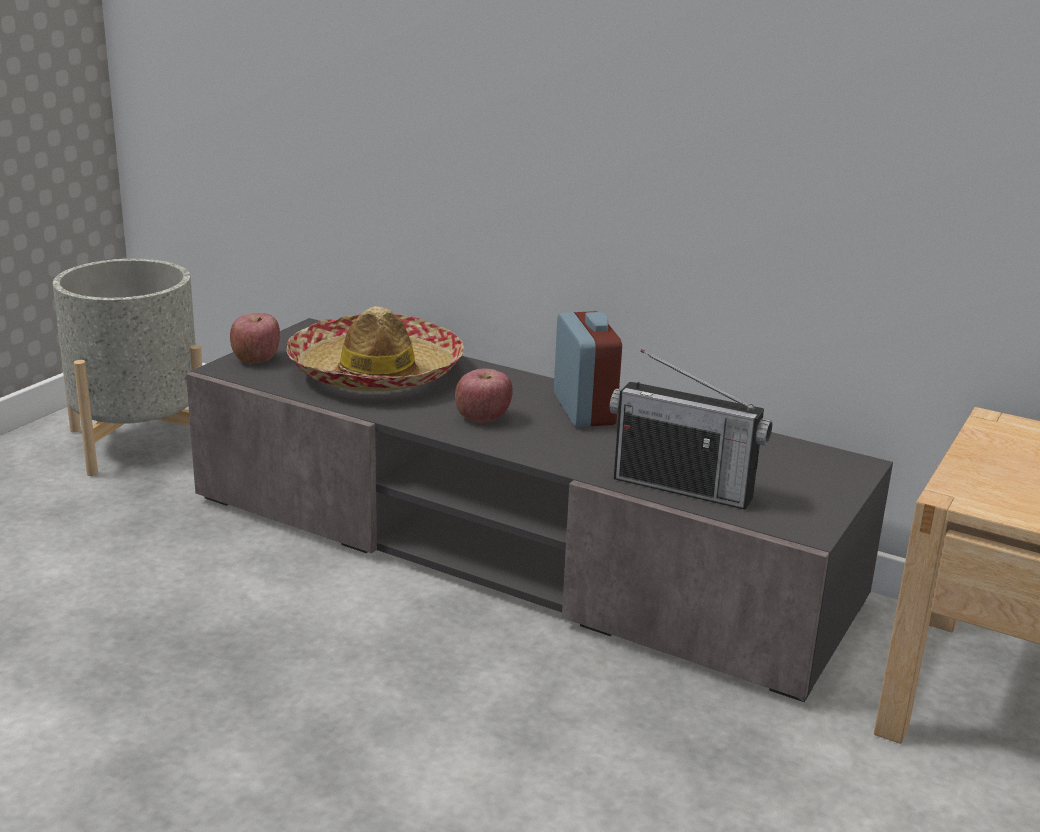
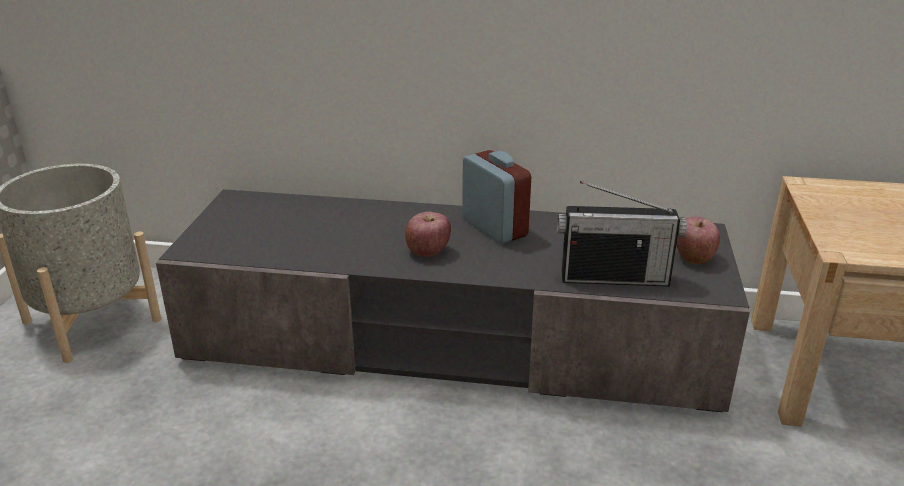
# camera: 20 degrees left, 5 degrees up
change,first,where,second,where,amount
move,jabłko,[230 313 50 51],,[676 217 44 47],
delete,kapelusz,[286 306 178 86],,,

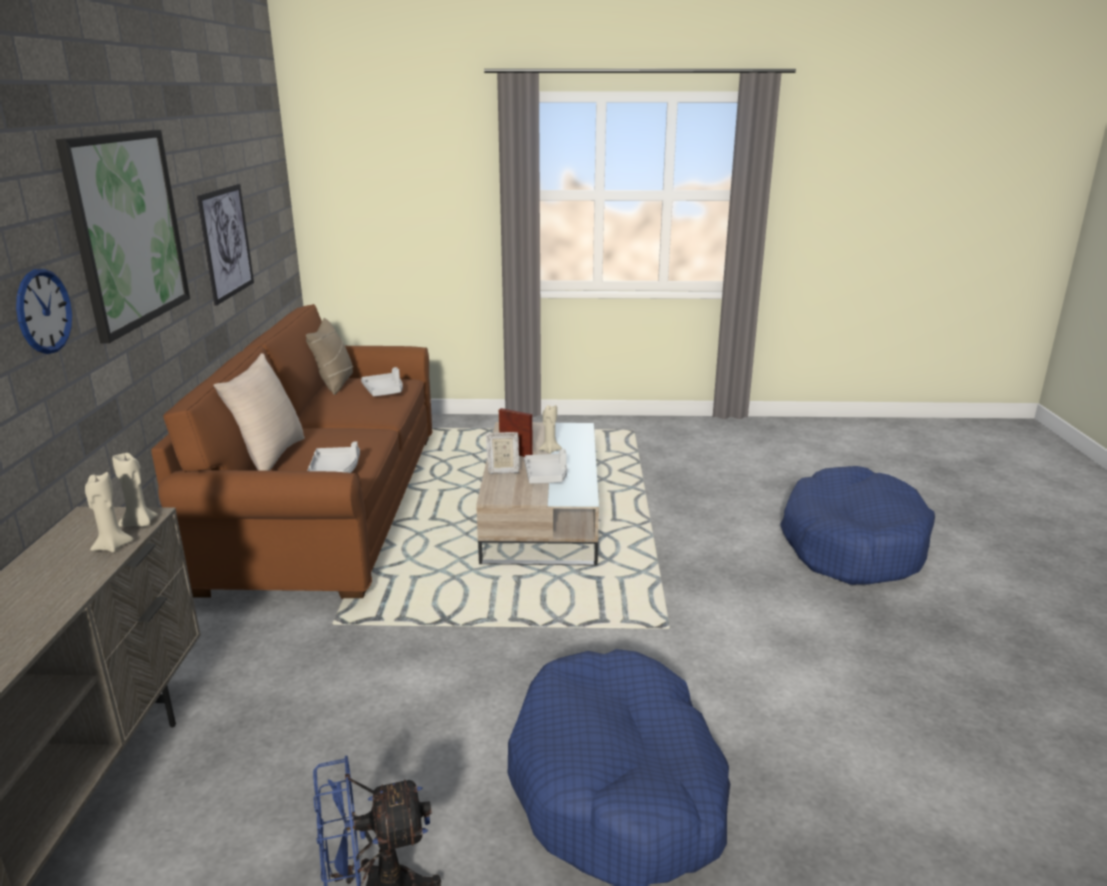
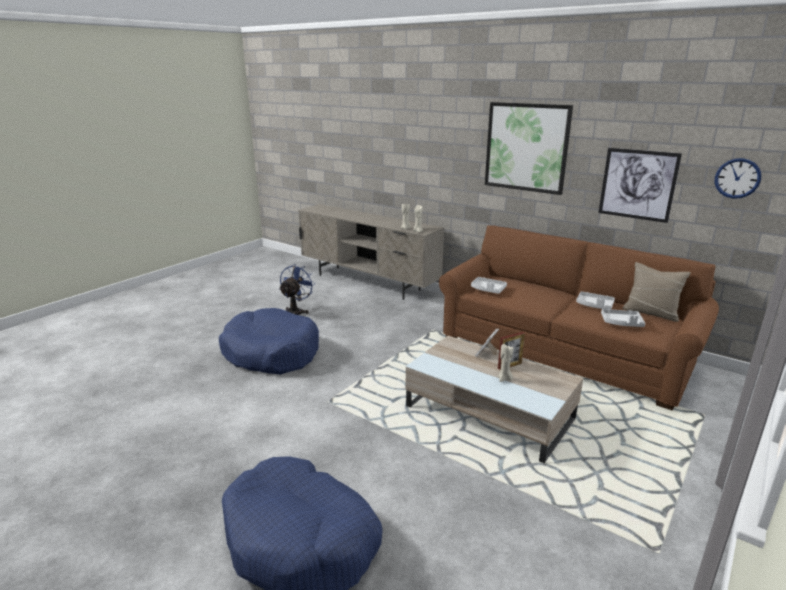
# camera: 125 degrees right, 0 degrees up
change,first,where,second,where,amount
move,taca/szary,[524 449 43 35],,[576 291 39 18],
move,zegar ścienny,[16 269 56 85],,[714 158 48 40],
delete,poduszka/beżowy,[213 353 92 118],,,

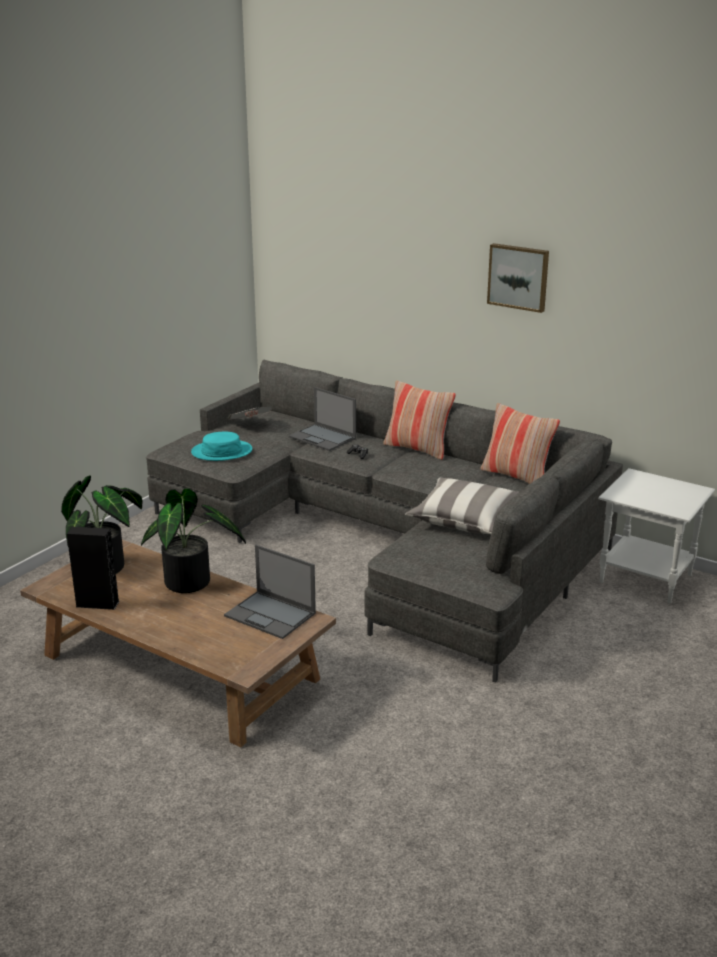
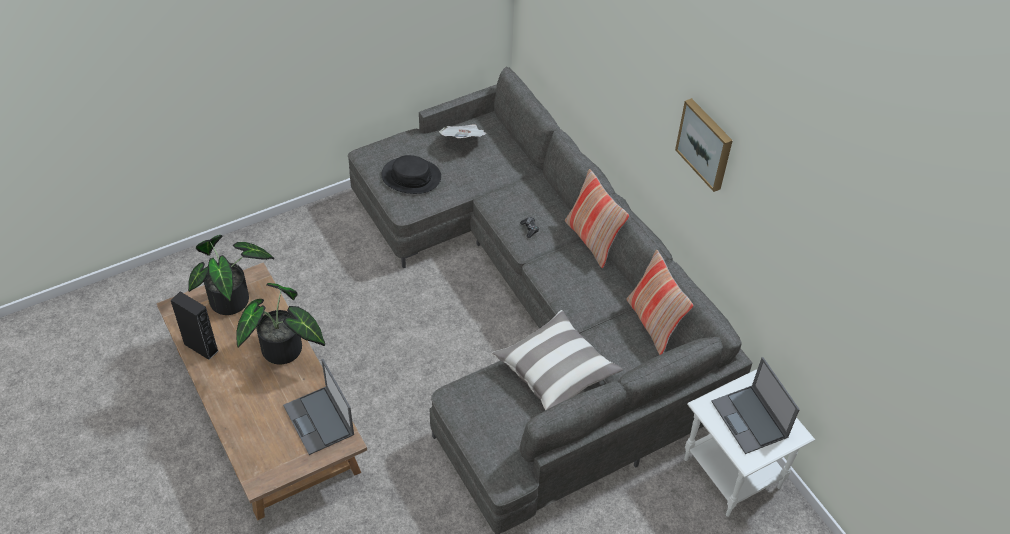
# camera: 25 degrees right, 25 degrees up
change,first,where,second,where,amount
recolor,kapelusz/turkusowy,[191 432 61 29],kapelusz/czarny,[381 155 60 39],
move,laptop,[289 387 67 64],,[711 357 89 97],

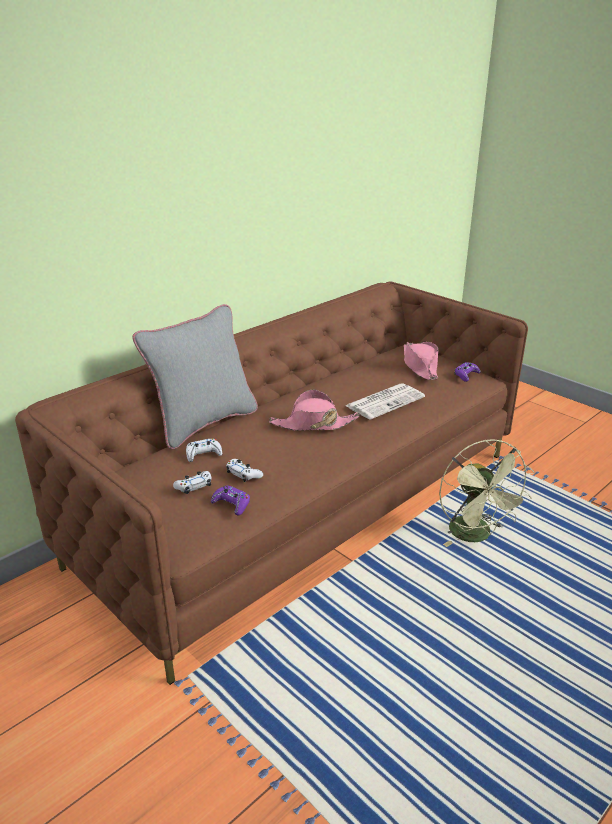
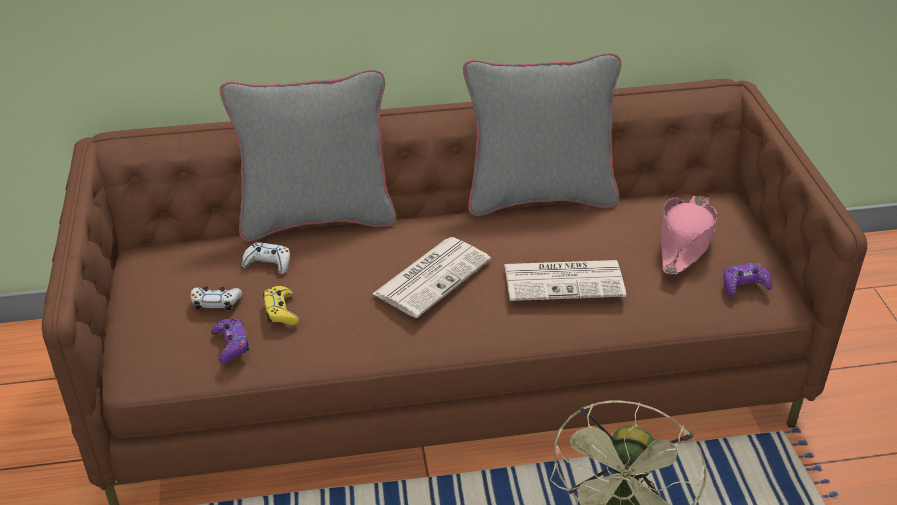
# camera: 35 degrees right, 10 degrees up
change,first,where,second,where,amount
recolor,pad do gier/biały,[226 459 37 23],pad do gier/żółty,[263 286 36 39],
replace,kapelusz/różowy,[269 390 90 41],gazeta,[372 237 119 81],
insert,,,poduszka/szary,[463 53 158 163],

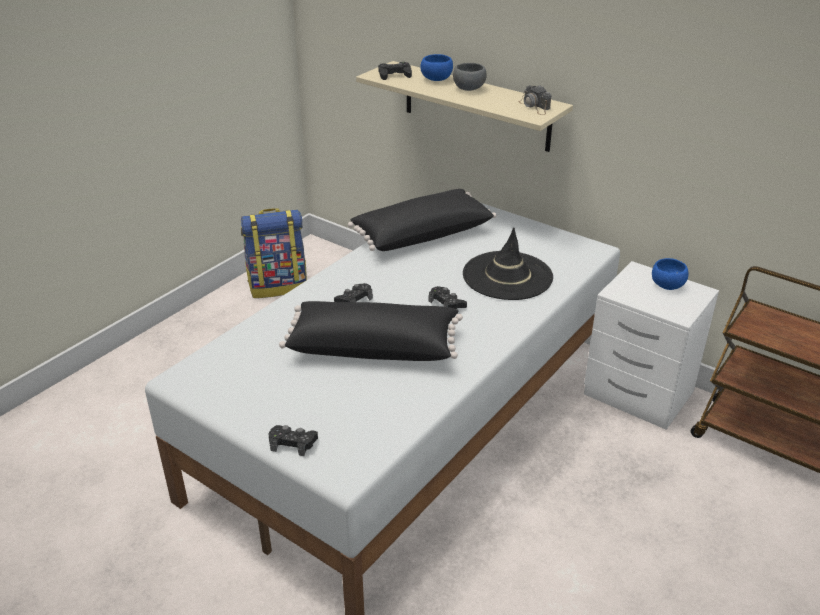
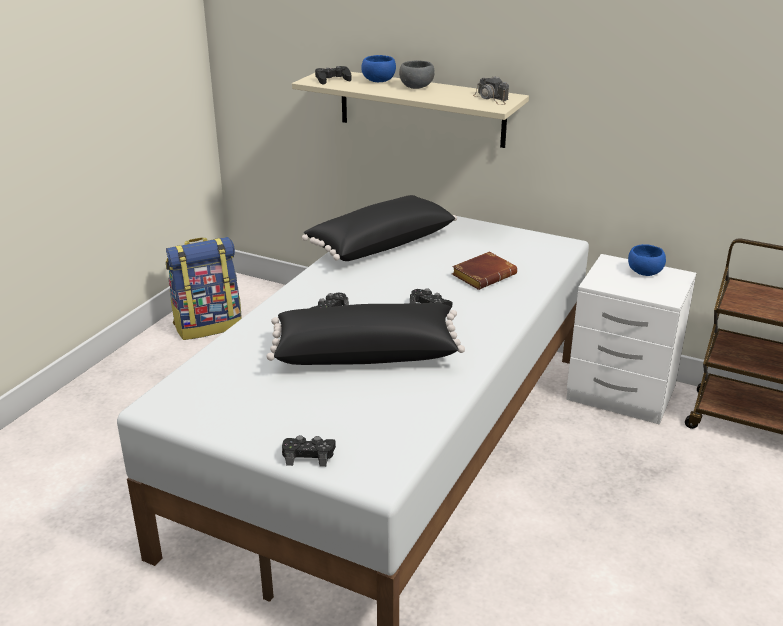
# camera: 10 degrees left, 5 degrees down
change,first,where,second,where,amount
replace,kapelusz/czarny,[463 227 90 73],książka/brązowy,[452 252 65 38],

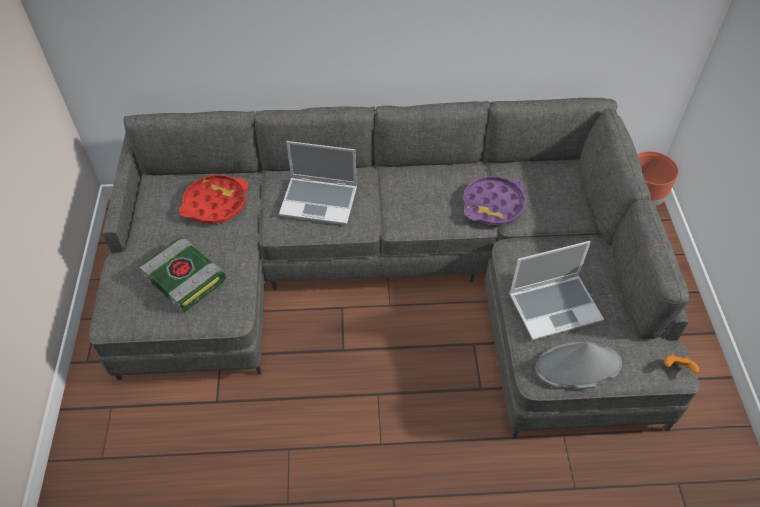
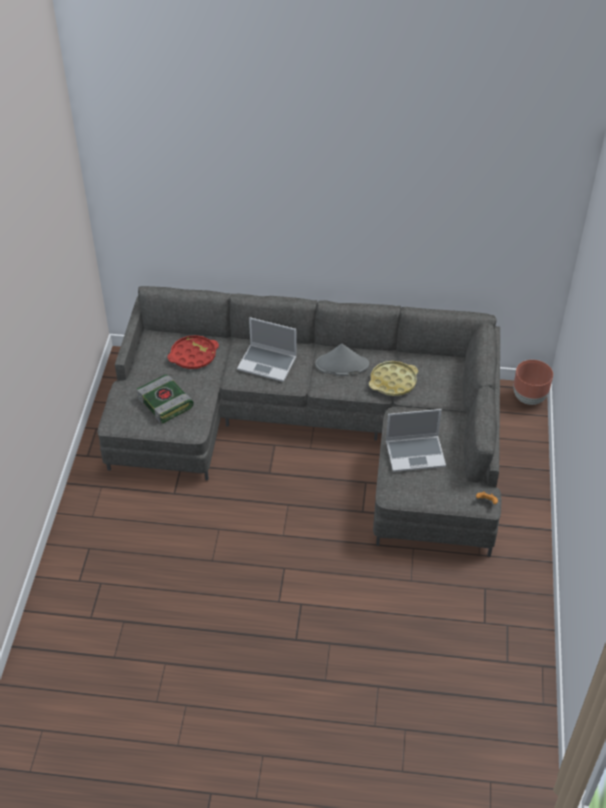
# camera: 10 degrees right, 5 degrees down
change,first,where,second,where,amount
move,kapelusz/szary,[535 342 87 48],,[315 344 54 32],
recolor,taca/fioletowy,[463 176 63 49],taca/żółty,[369 361 49 35],

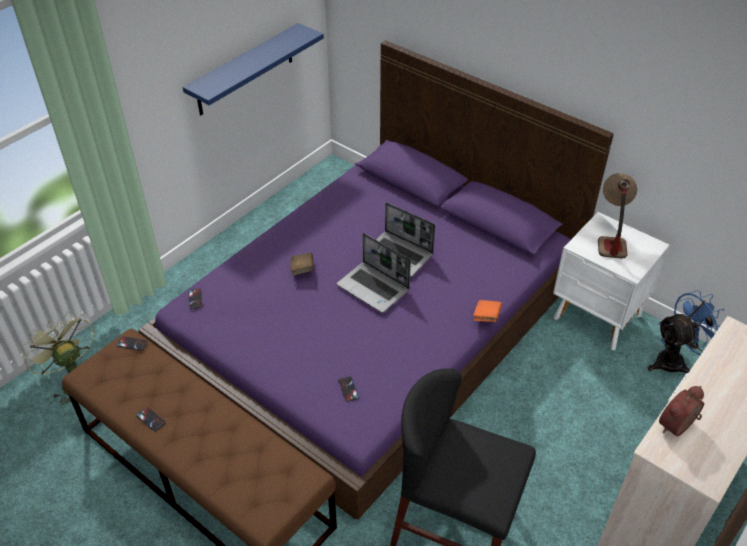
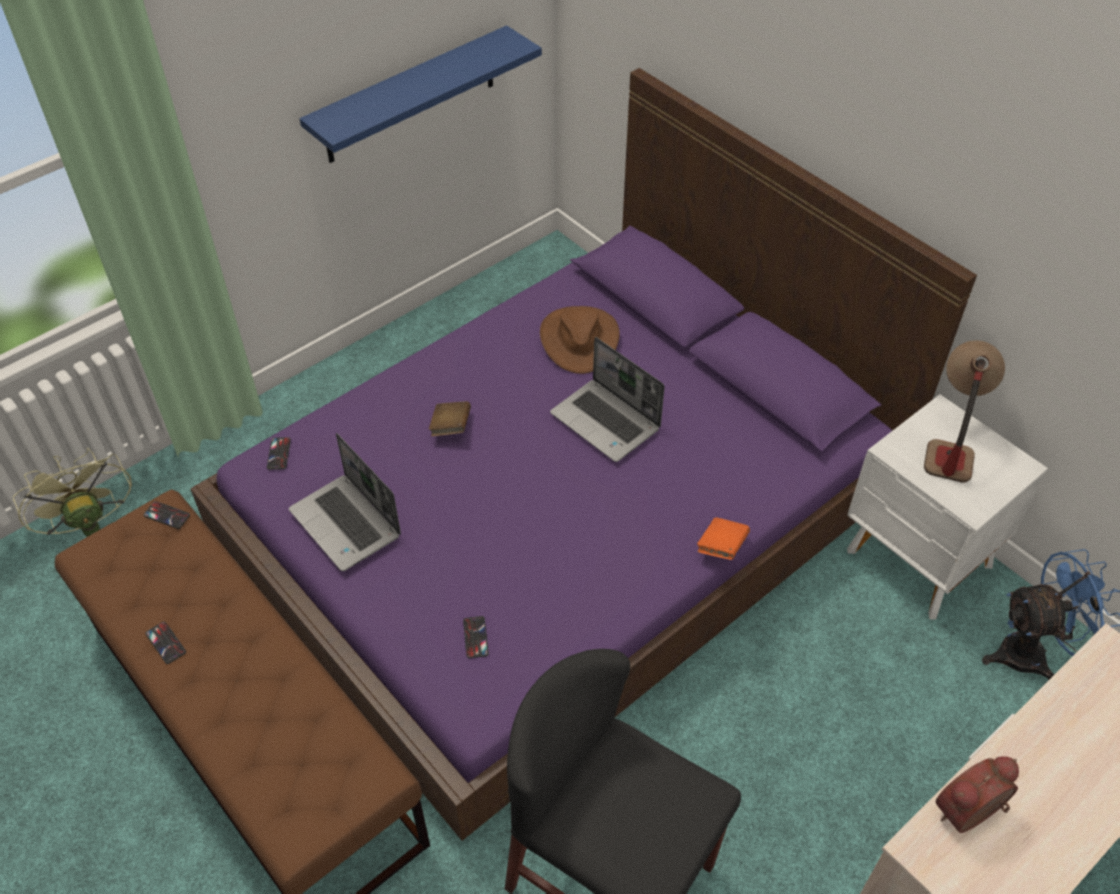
# camera: 10 degrees right, 5 degrees up
change,first,where,second,where,amount
move,laptop,[337 233 74 80],,[289 433 112 138],
insert,,,kapelusz/brązowy,[540 306 79 68],

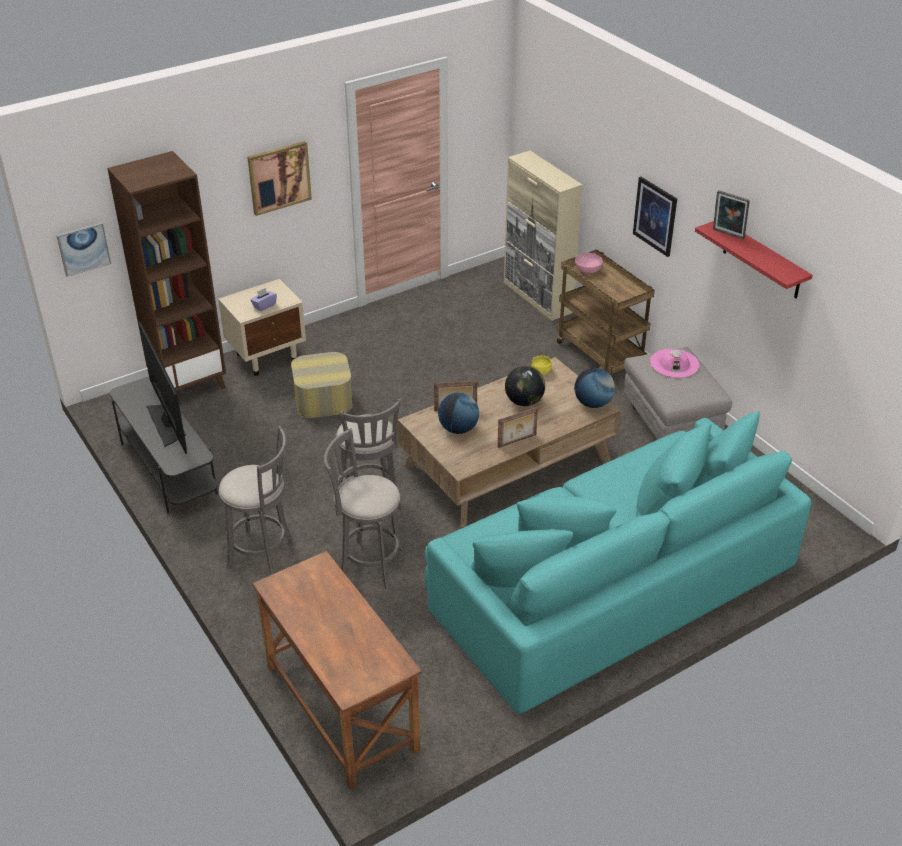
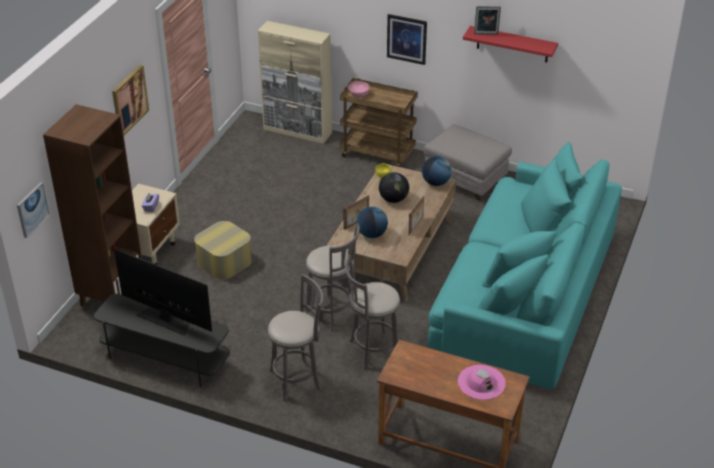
# camera: 35 degrees left, 0 degrees up
change,first,where,second,where,amount
move,kapelusz/różowy,[650 349 49 29],,[458 365 48 35],

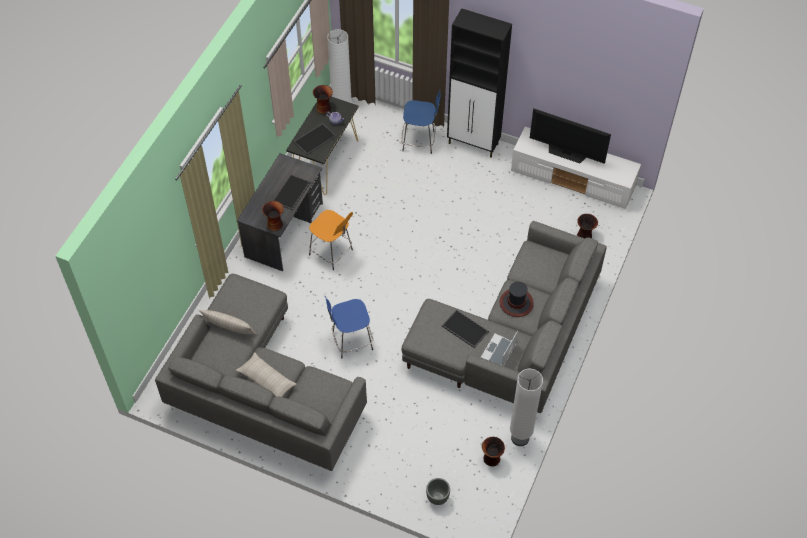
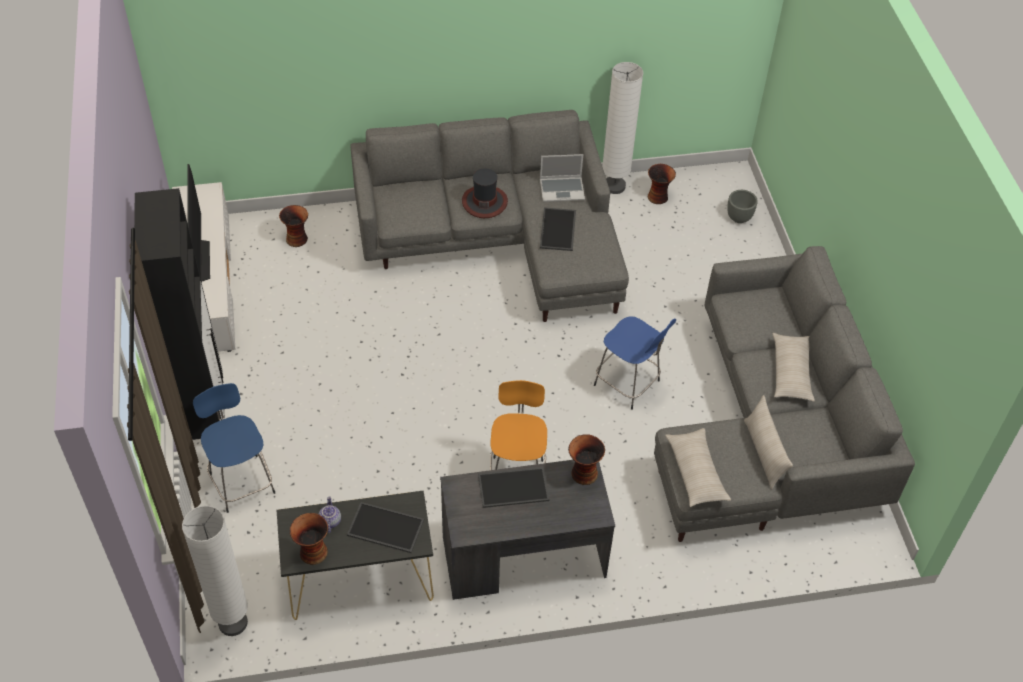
# camera: 125 degrees left, 5 degrees down
change,first,where,second,where,amount
insert,,,poduszka/beżowy,[665 428 66 79],

